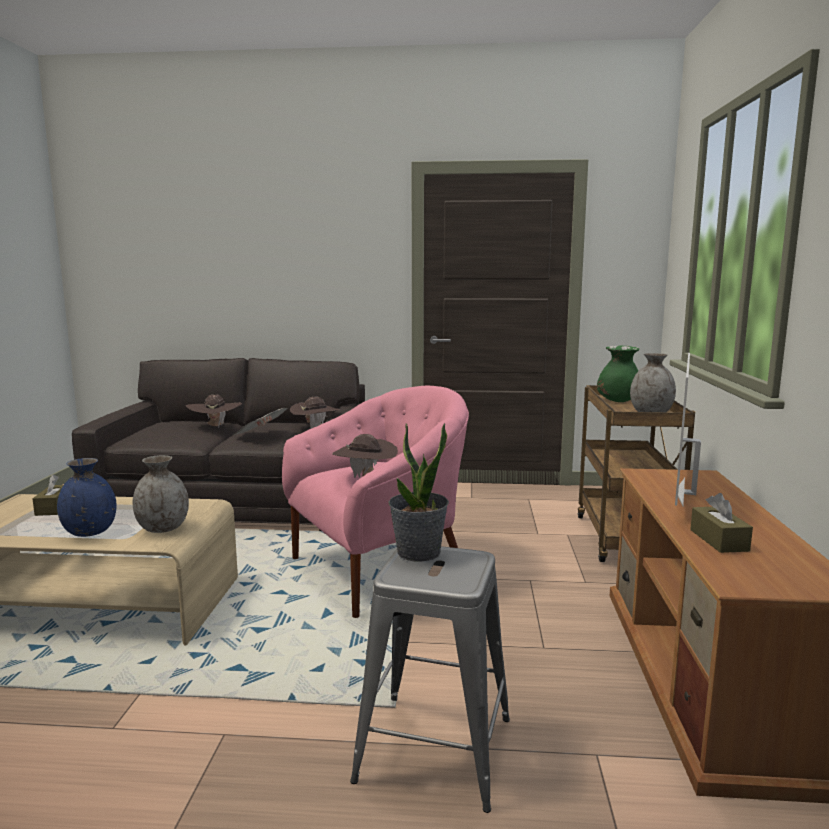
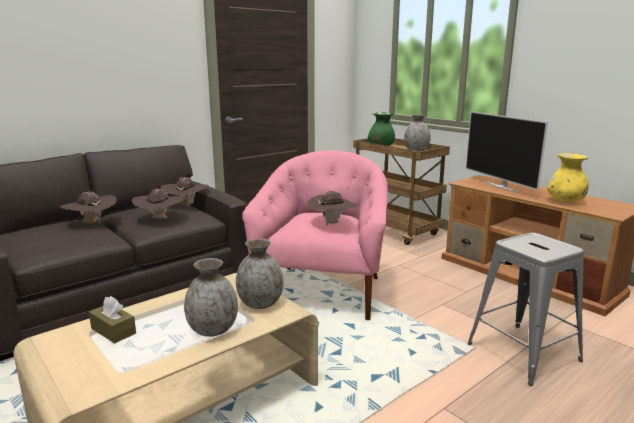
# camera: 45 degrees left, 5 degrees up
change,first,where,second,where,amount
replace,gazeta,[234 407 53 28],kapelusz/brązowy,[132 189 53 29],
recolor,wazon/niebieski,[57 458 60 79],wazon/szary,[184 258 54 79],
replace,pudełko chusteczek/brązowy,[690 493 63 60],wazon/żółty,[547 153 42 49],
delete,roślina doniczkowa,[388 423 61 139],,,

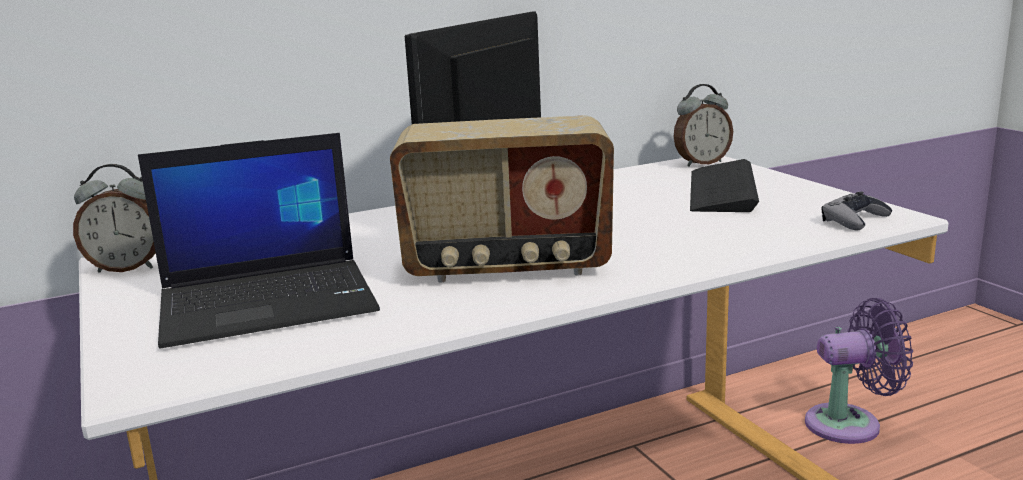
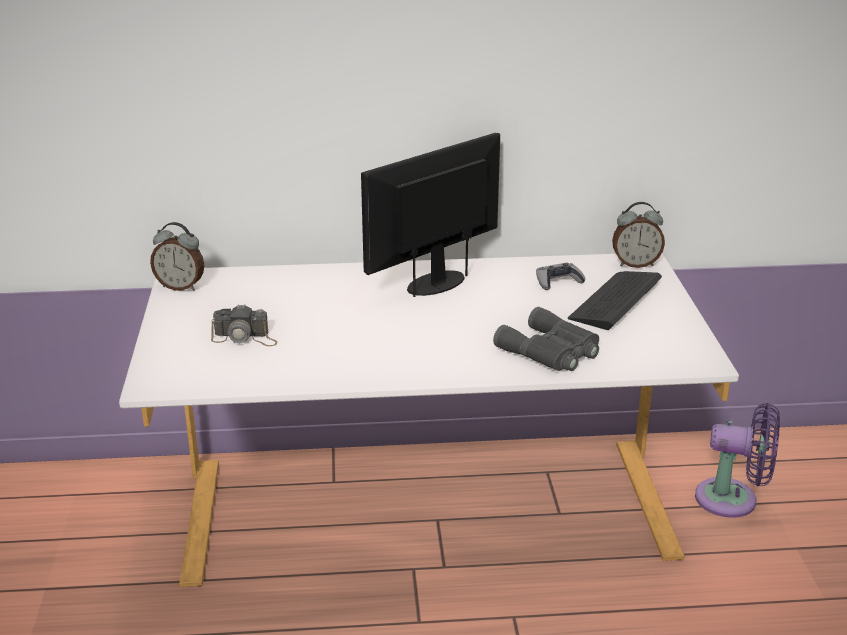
# camera: 20 degrees right, 10 degrees up
change,first,where,second,where,amount
replace,laptop,[138 133 242 215],aparat fotograficzny,[211 304 67 42],
insert,,,lornetka/szary,[493 307 106 64],
move,pad do gier/szary,[822 191 70 39],,[536 263 49 27],
delete,radio,[390 115 224 167],,,

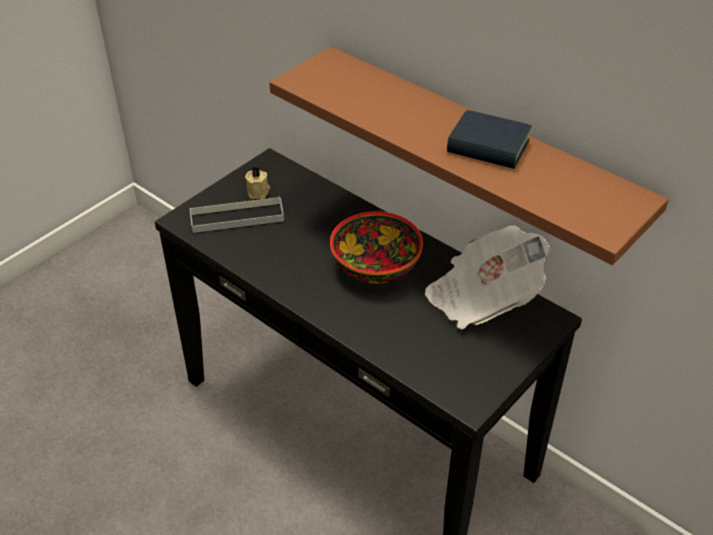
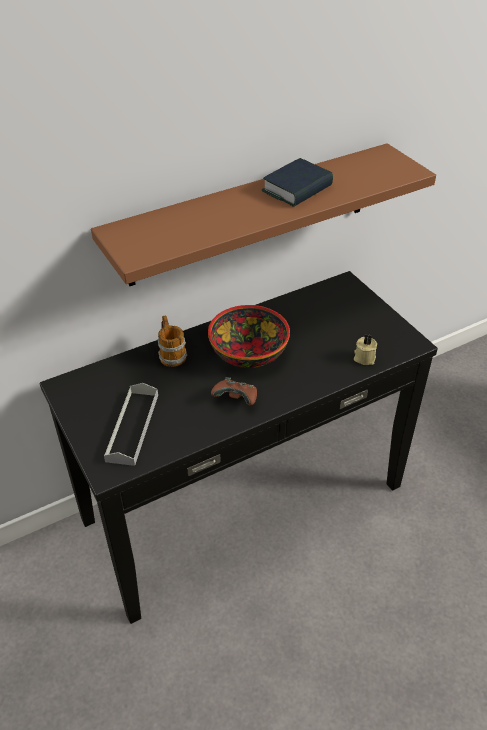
# camera: 70 degrees left, 0 degrees up
change,first,where,second,where,amount
insert,,,kubek,[158 315 29 52],
insert,,,pad do gier/brązowy,[211 377 46 28],
move,świeca/beżowy,[245 166 25 33],,[354 334 23 31],
delete,gazeta,[425 226 125 104],,,

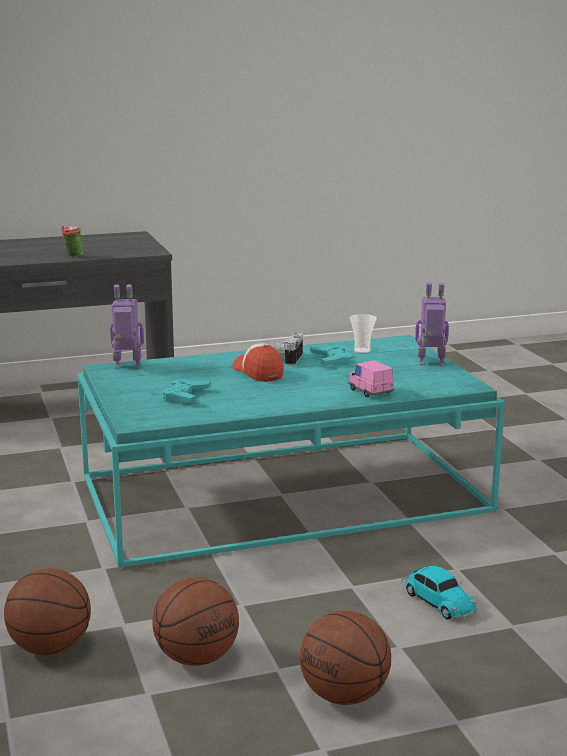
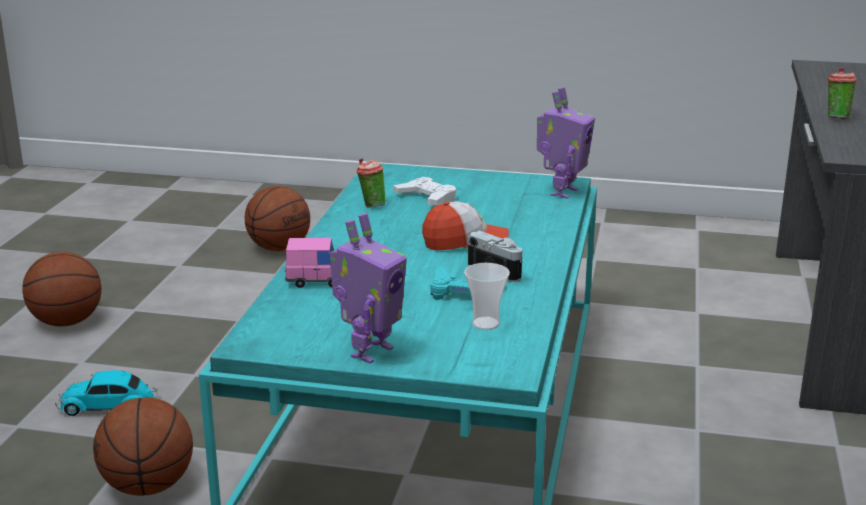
# camera: 120 degrees right, 5 degrees up
change,first,where,second,where,amount
move,piłka do koszykówki,[152 577 87 89],,[93 397 100 99],
insert,,,filiżanka,[357 158 29 50],
recolor,pad do gier/turkusowy,[162 379 49 24],pad do gier/biały,[393 177 64 29],

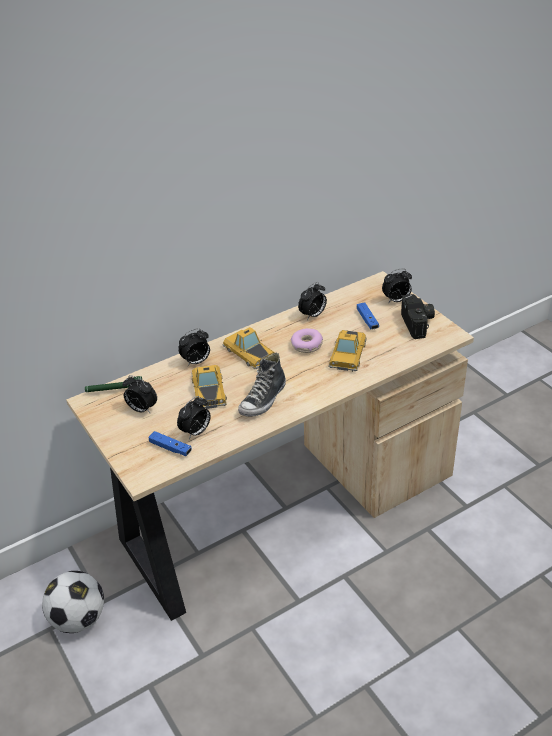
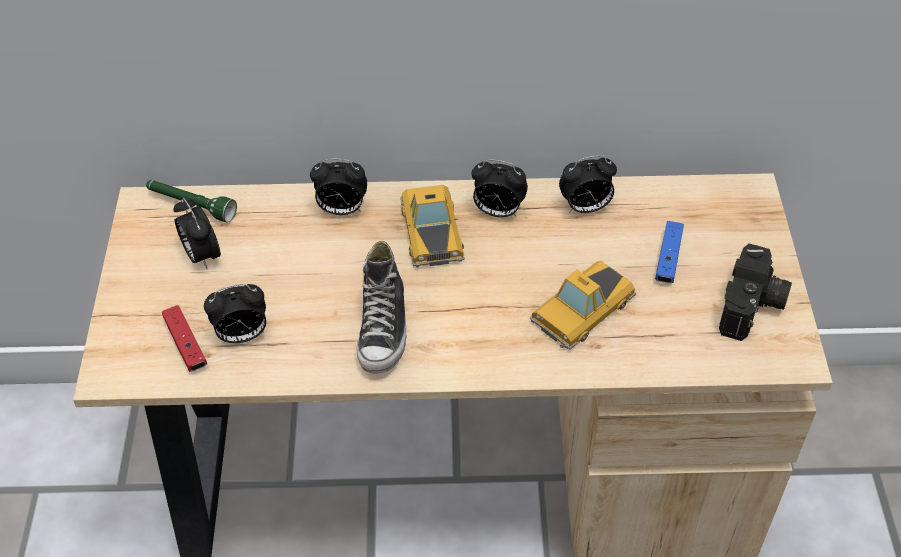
# camera: 30 degrees right, 10 degrees up
change,first,where,second,where,amount
recolor,pad do gier/niebieski,[148 431 44 25],pad do gier/czerwony,[162 305 45 67],
rotate,but,[238 353 48 64],,[356 241 50 132],60 degrees counterclockwise
move,budzik,[382 268 30 34],,[471 159 57 58],
delete,piłka futbolowa,[42 571 62 62],,,
delete,samochodzik,[191 365 36 44],,,
delete,donut,[291 328 32 25],,,

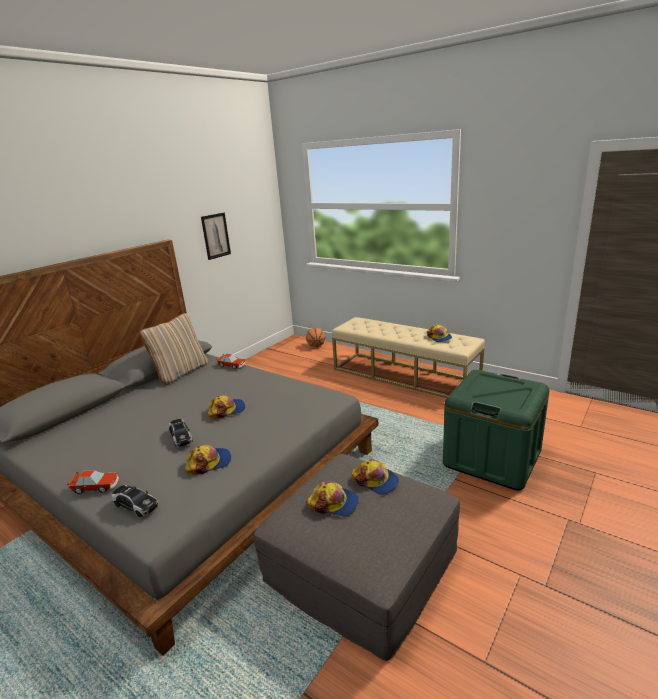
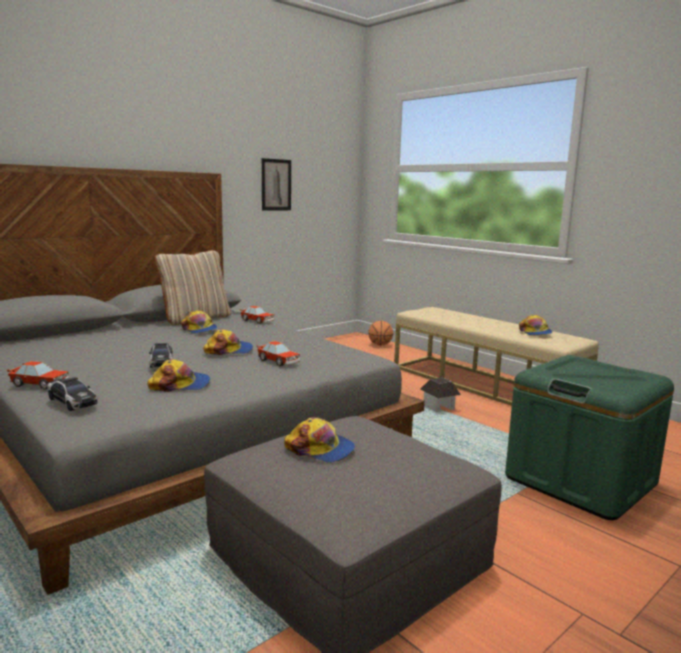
# camera: 10 degrees right, 10 degrees down
change,first,where,second,where,amount
move,czapka z daszkiem,[351 459 48 36],,[181 310 36 24],
insert,,,samochodzik,[257 341 43 25],
insert,,,domek,[421 377 40 35],

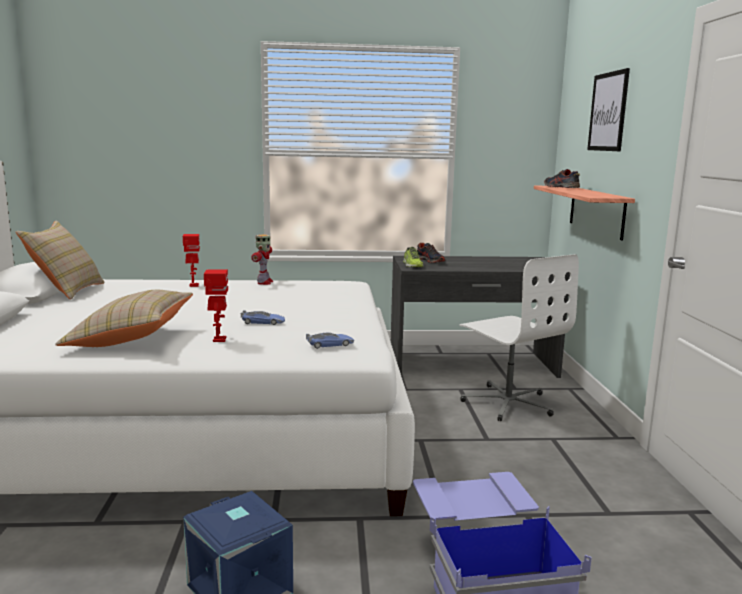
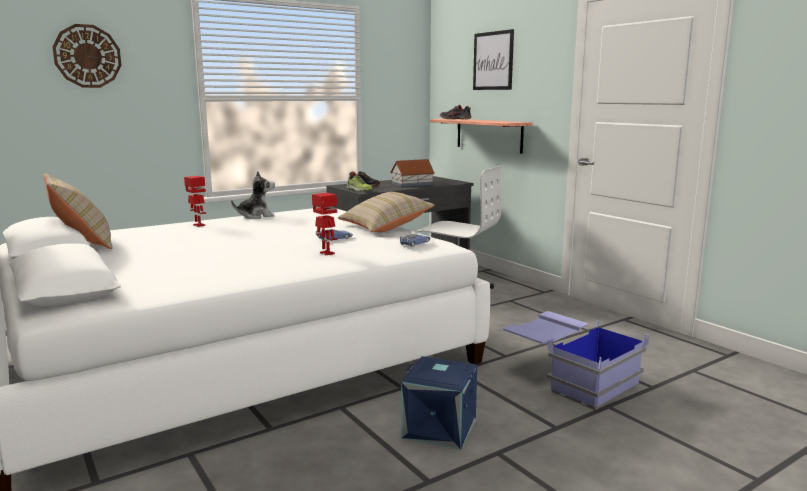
# camera: 30 degrees left, 0 degrees up
change,first,where,second,where,amount
insert,,,zegar ścienny,[52 24 70 64],
replace,robot zabawkowy,[251 234 22 51],pluszak,[231 171 44 48],
move,poduszka/beżowy,[55 290 138 57],,[338 192 96 40],
insert,,,domek,[390 159 45 28],

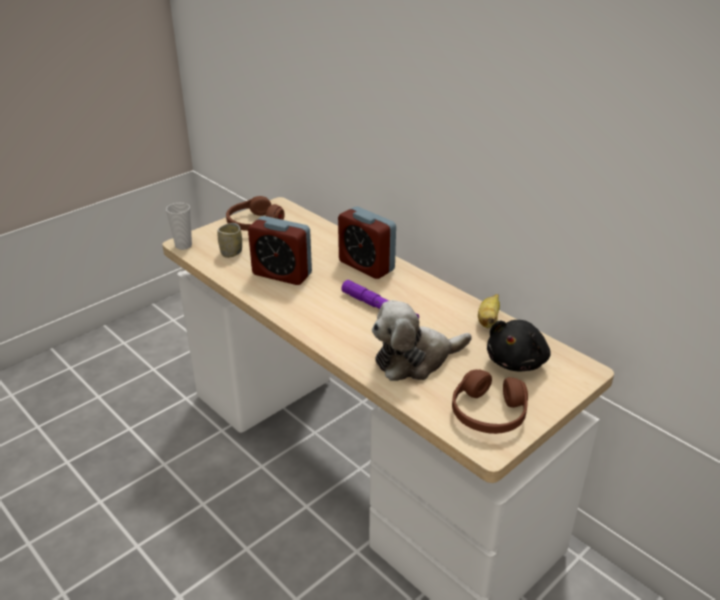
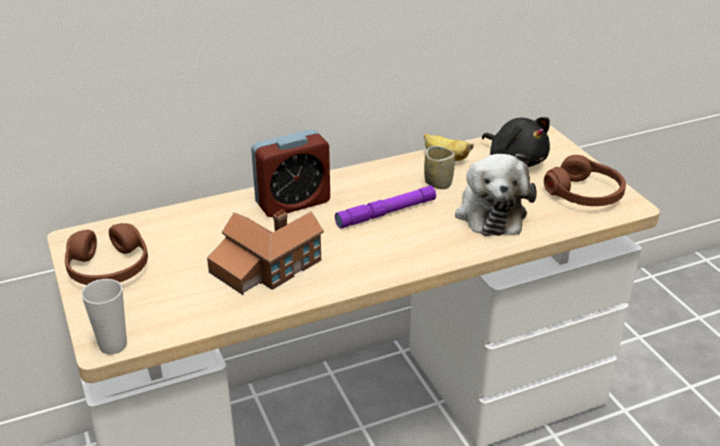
# camera: 70 degrees left, 0 degrees up
change,first,where,second,where,amount
replace,budzik,[248 216 64 69],domek,[207 209 117 86],
move,filiżanka,[217 223 25 35],,[424 146 31 43],

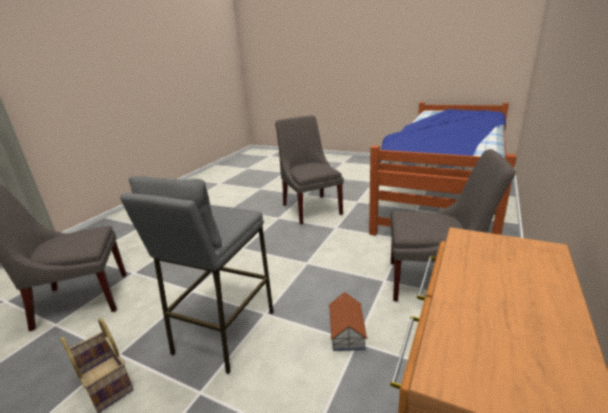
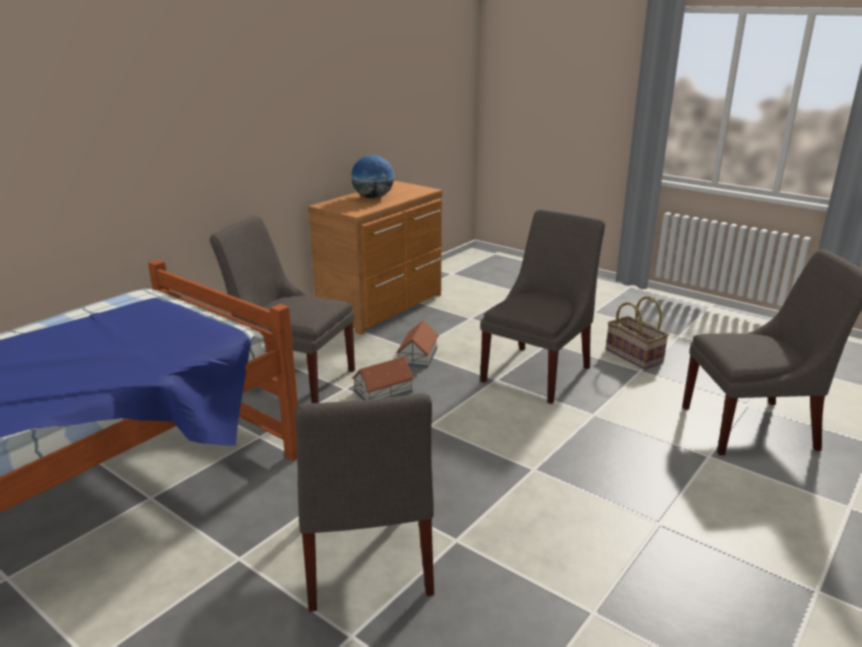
# camera: 170 degrees left, 0 degrees up
change,first,where,second,where,amount
insert,,,globus,[351 155 43 44],
insert,,,domek,[352 357 62 43],
replace,stołek/szary,[120 176 153 198],krzesło/szary,[480 209 125 195],

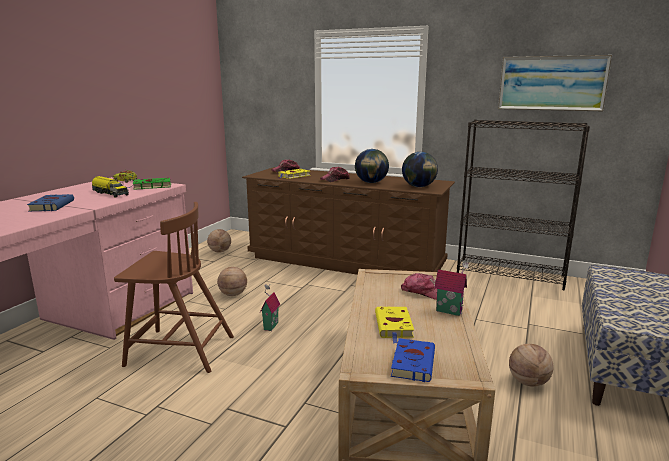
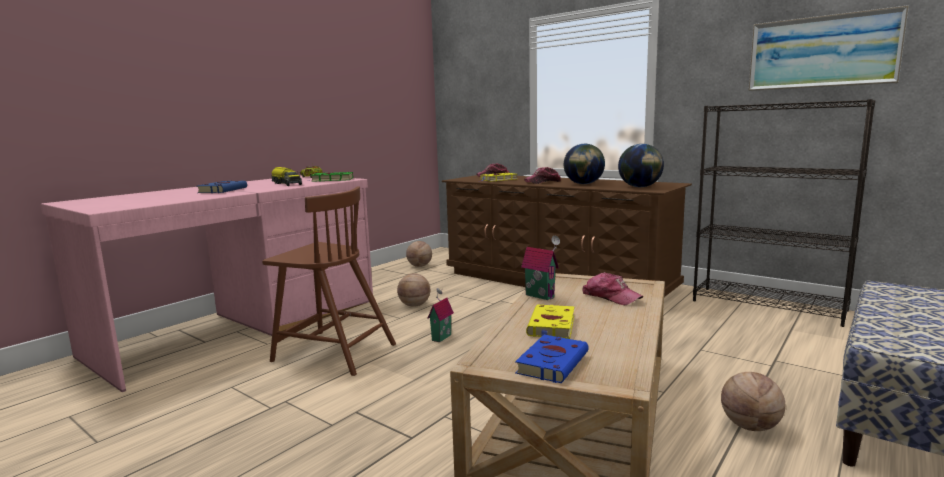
# camera: 15 degrees right, 5 degrees down
change,first,where,second,where,amount
move,domek,[435 260 34 56],,[521 236 39 64],

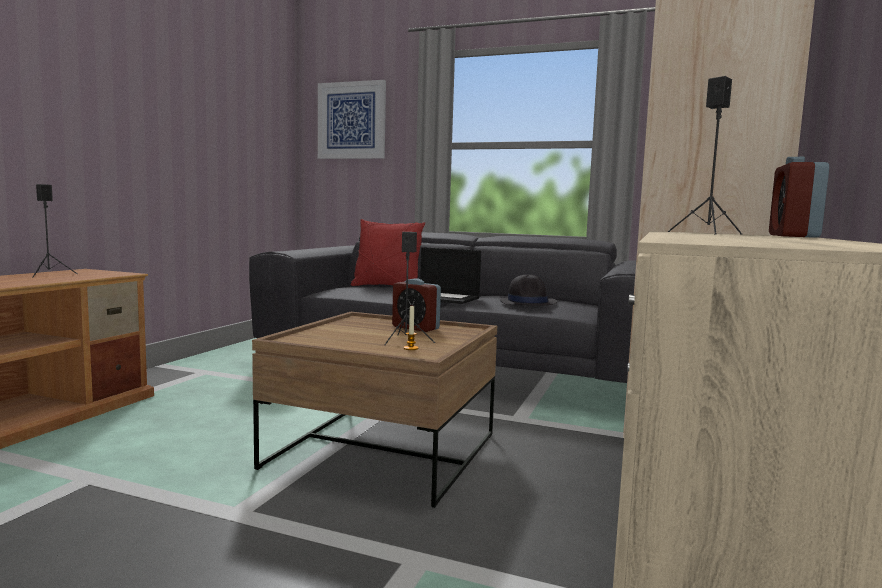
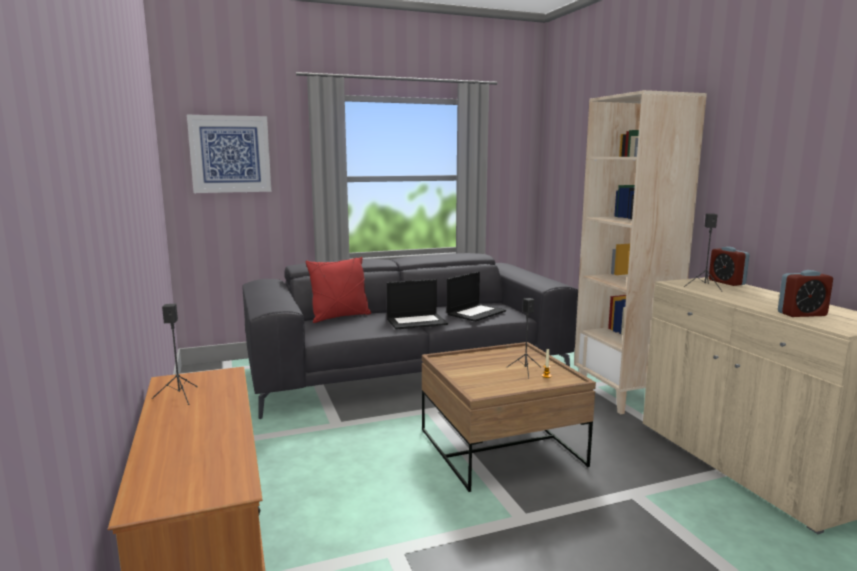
# camera: 40 degrees left, 5 degrees up
change,first,where,second,where,amount
replace,kapelusz/czarny,[500 275 57 31],laptop,[447 271 59 51],
move,budzik,[392 278 49 54],,[778 270 55 47],

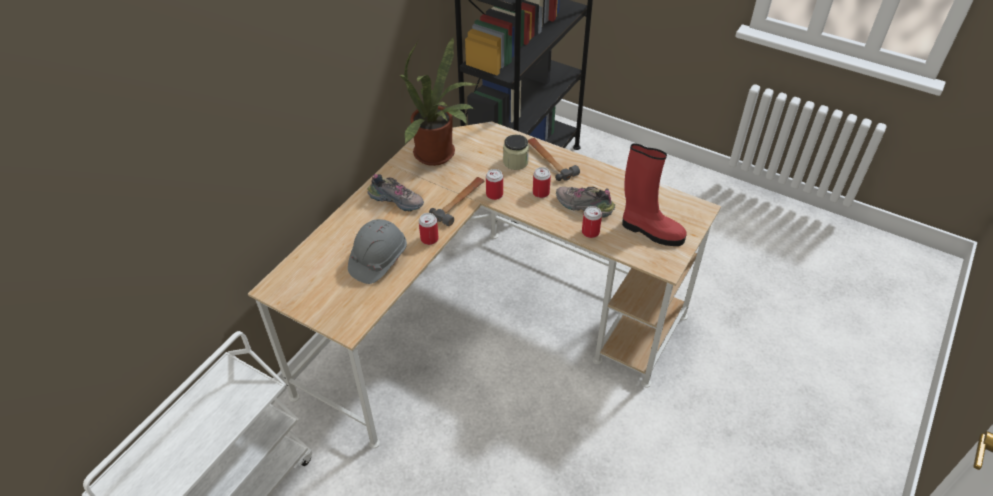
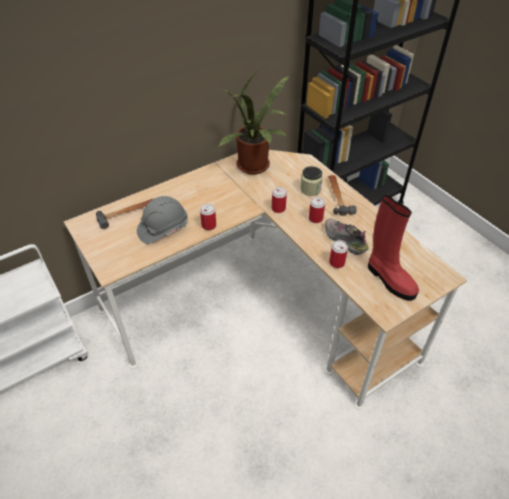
# camera: 25 degrees right, 0 degrees up
change,first,where,second,where,amount
move,młotek,[429 177 55 49],,[96 199 57 30],
delete,but,[367 174 57 37],,,

